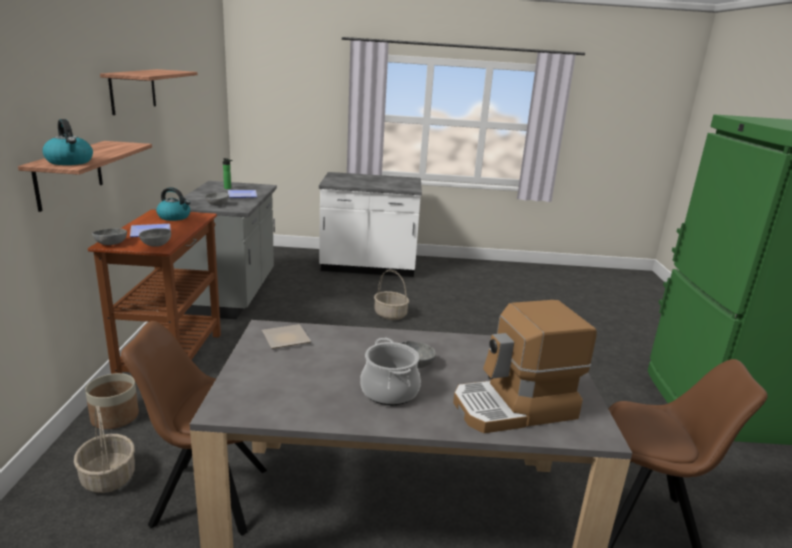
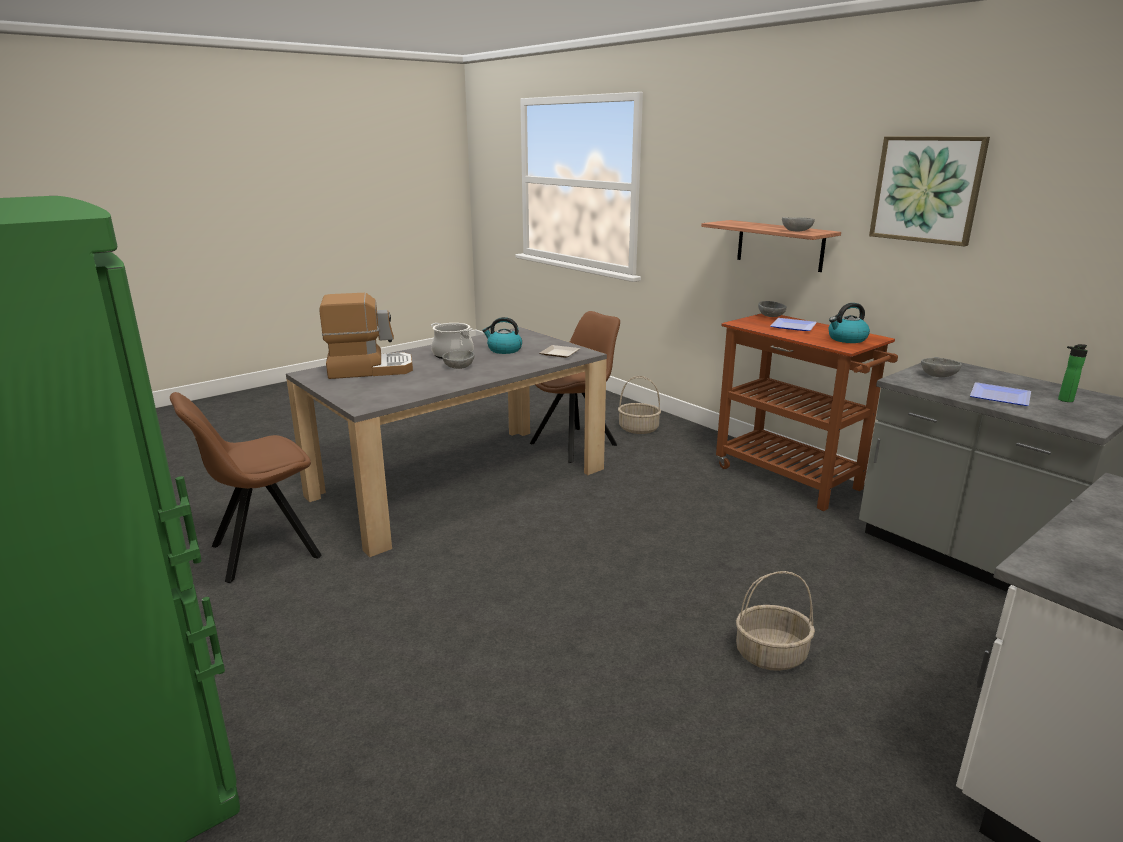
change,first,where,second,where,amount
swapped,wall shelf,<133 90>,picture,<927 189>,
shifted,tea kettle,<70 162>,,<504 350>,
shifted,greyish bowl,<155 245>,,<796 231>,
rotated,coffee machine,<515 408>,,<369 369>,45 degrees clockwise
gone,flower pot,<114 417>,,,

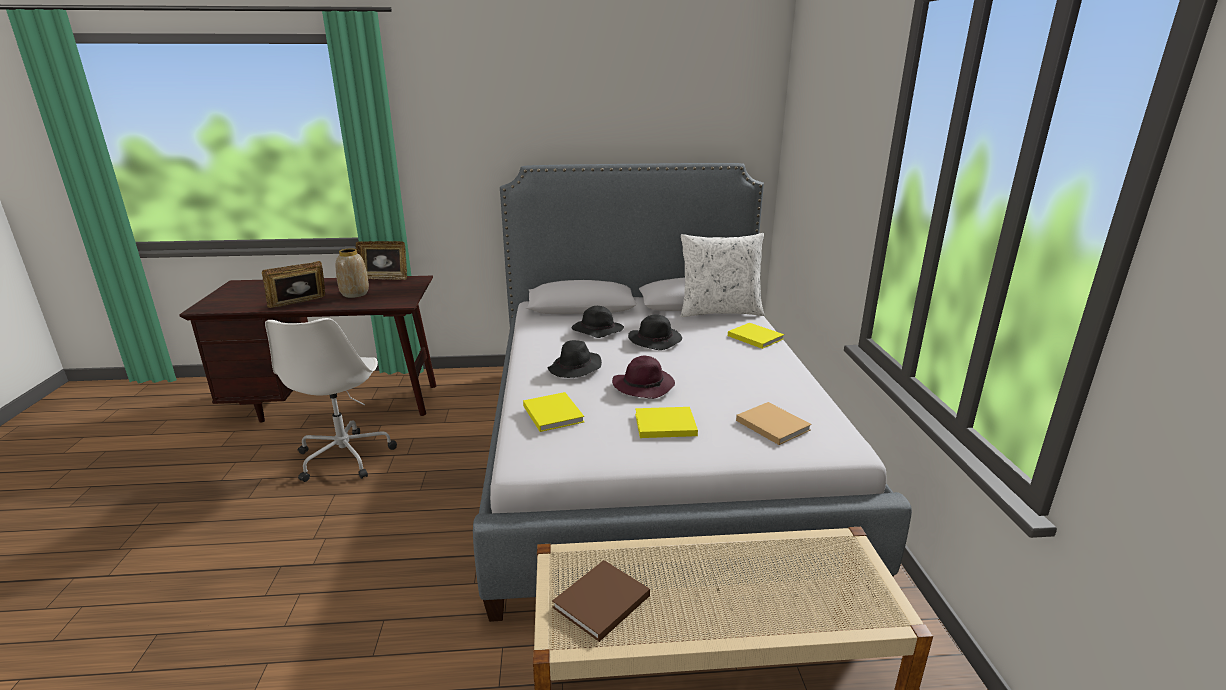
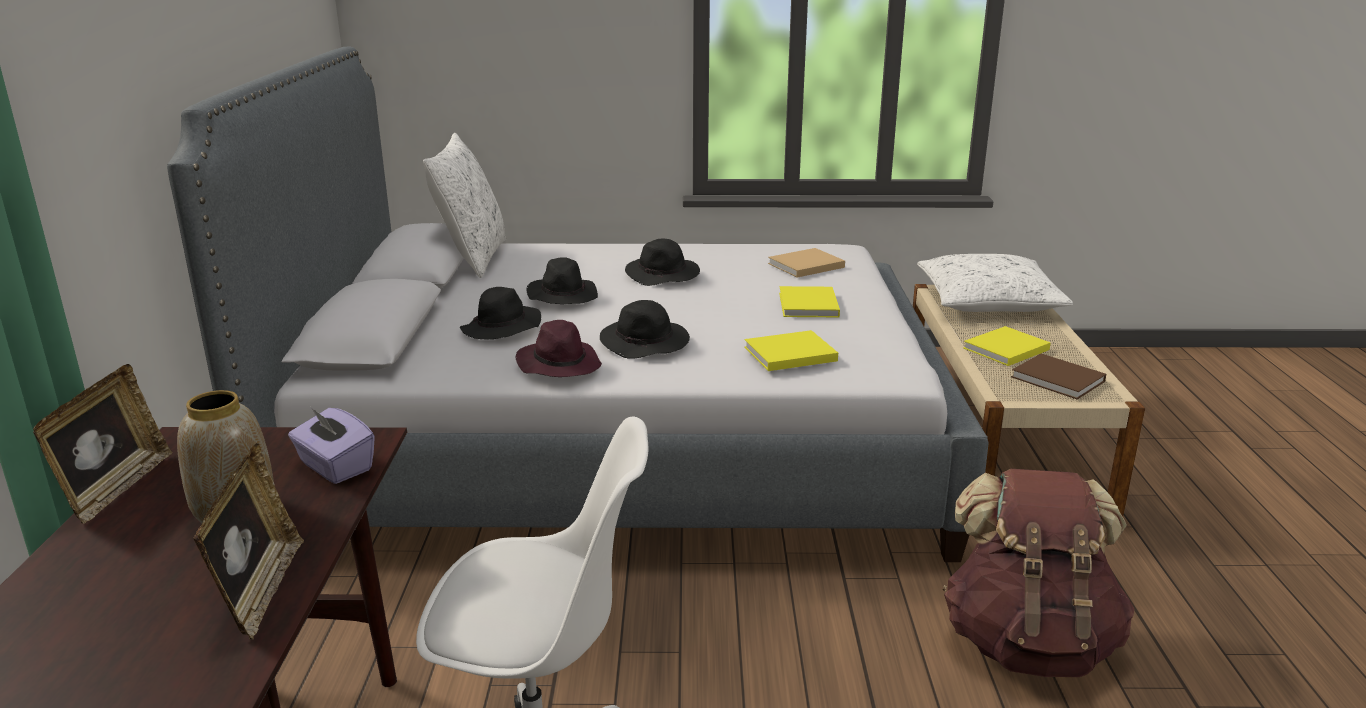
change,first,where,second,where,amount
rotated,photo frame,<299 304>,,<260 591>,150 degrees counterclockwise
shifted,yellowish volume,<754 337>,,<1004 349>,
shifted,purplish wearable hat,<644 386>,,<558 365>,
new,,,black wearable hat,<663 275>,
new,,,white-coloured cushion,<988 301>,
new,,,purplish tissue holder,<335 467>,
new,,,brown-coloured rucksack,<1028 642>,

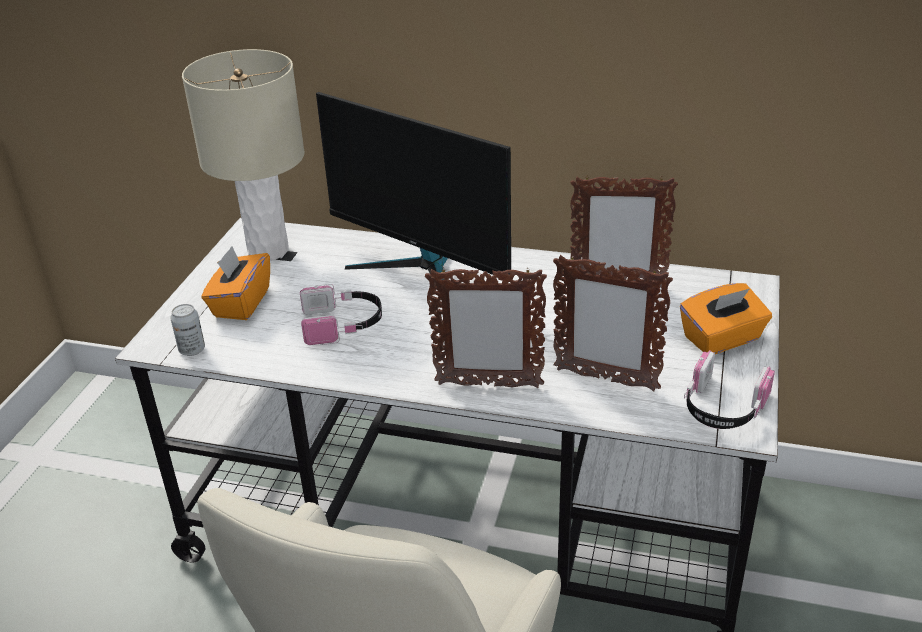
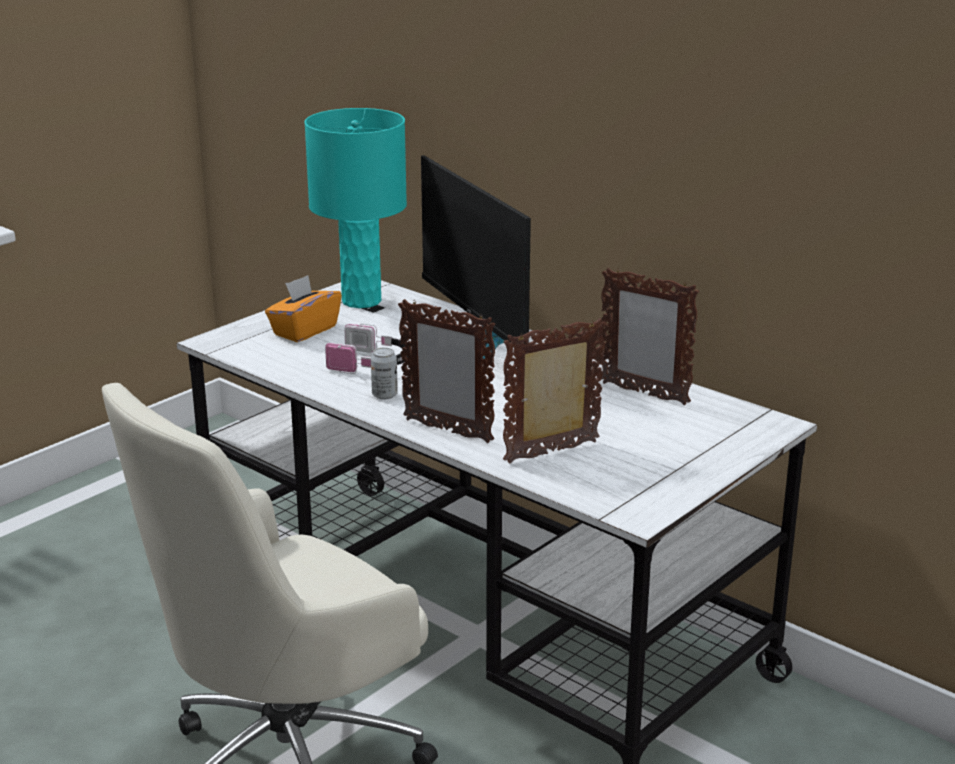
change,first,where,second,where,amount
repainted,beige-coloured lamp for a table,<269 250>,turquoise lamp for a table,<362 301>,
rotated,photo frame,<605 379>,,<553 452>,105 degrees clockwise
gone,orange-coloured tissue holder,<722 339>,,,
shifted,sealed can,<192 350>,,<384 395>,
gone,pair of headphones,<723 408>,,,

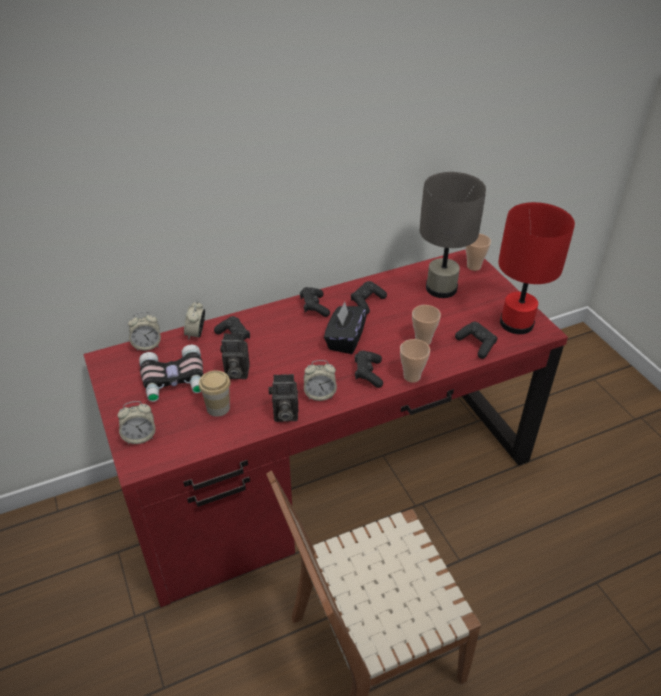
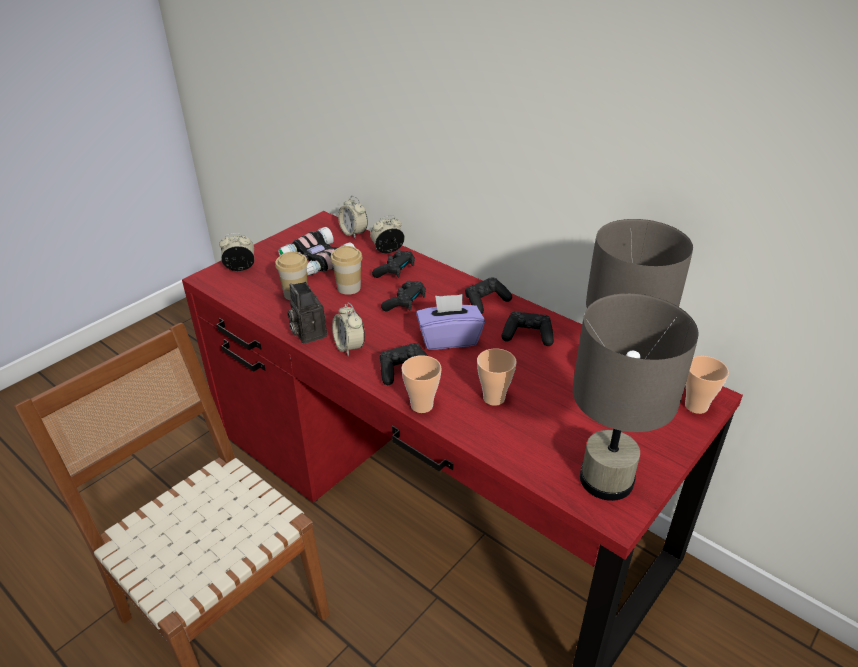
change,first,where,second,where,amount
repainted,red-coloured lamp for a table,<517 323>,greyish lamp for a table,<607 480>,
repainted,black tissue holder,<345 339>,purplish tissue holder,<449 339>,
shifted,black gamepad,<476 344>,,<405 304>,
swapped,photo camera,<235 372>,small cup,<349 288>,
rotated,bedside clock,<140 436>,,<240 268>,120 degrees clockwise

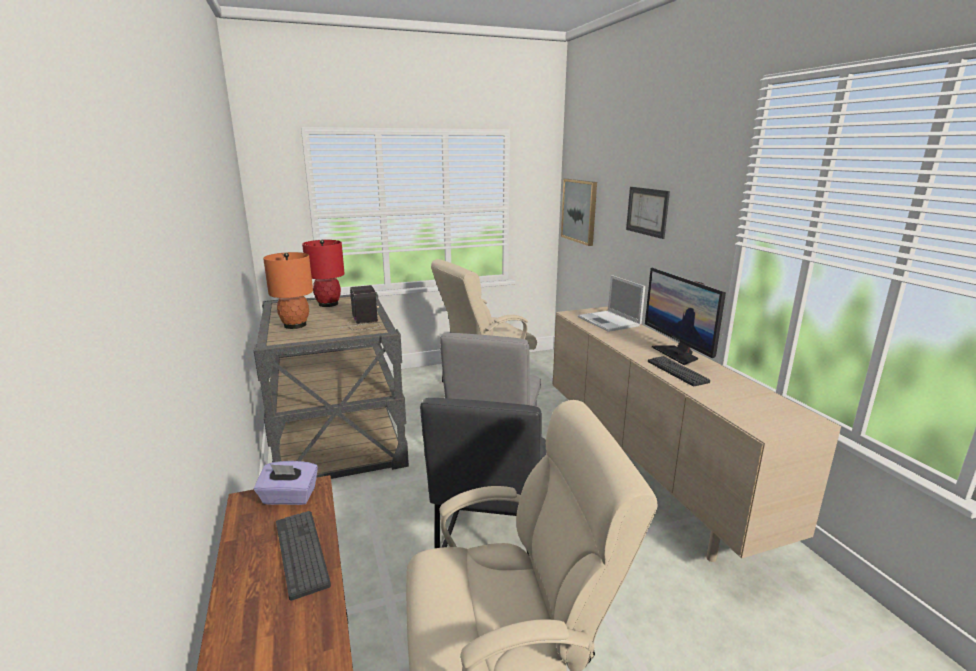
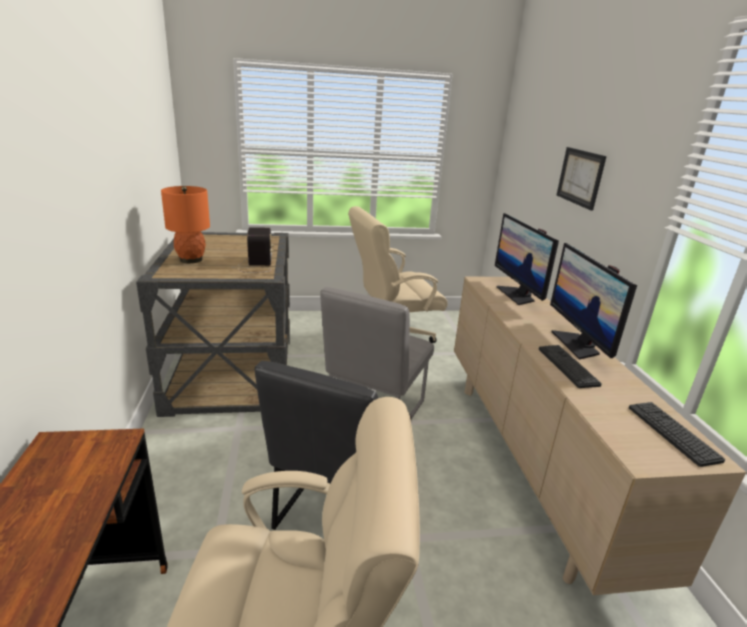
change,first,where,second,where,amount
gone,picture,<579 211>,,,
gone,red-coloured lamp for a table,<328 304>,,,
swapped,laptop,<609 322>,computer display,<517 295>,
gone,purplish tissue holder,<289 497>,,,
shifted,keyboard,<301 553>,,<672 433>,

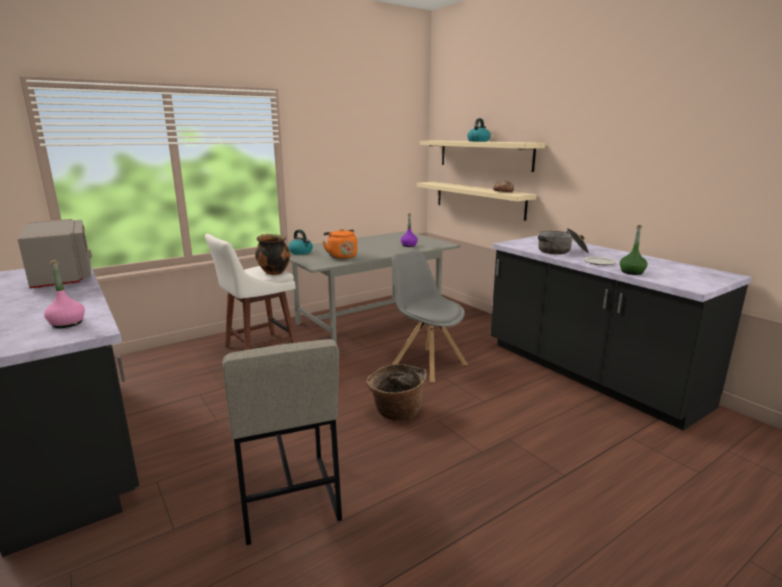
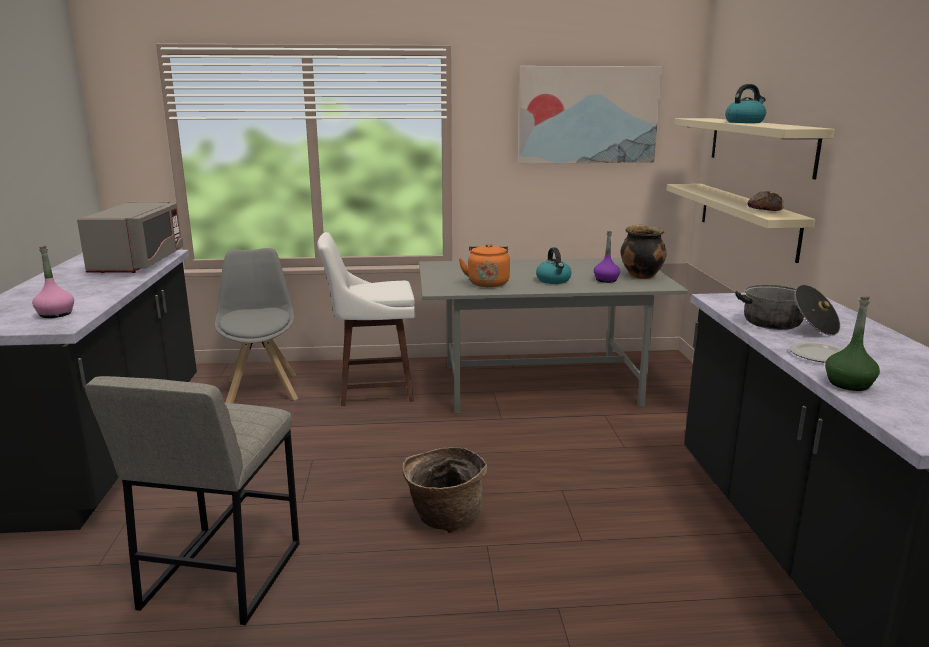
change,first,where,second,where,amount
shifted,tea kettle,<301 252>,,<553 280>,
shifted,saucepot,<273 272>,,<640 276>,
shifted,greyish plain chair,<426 363>,,<262 388>,
new,,,picture,<587 115>,

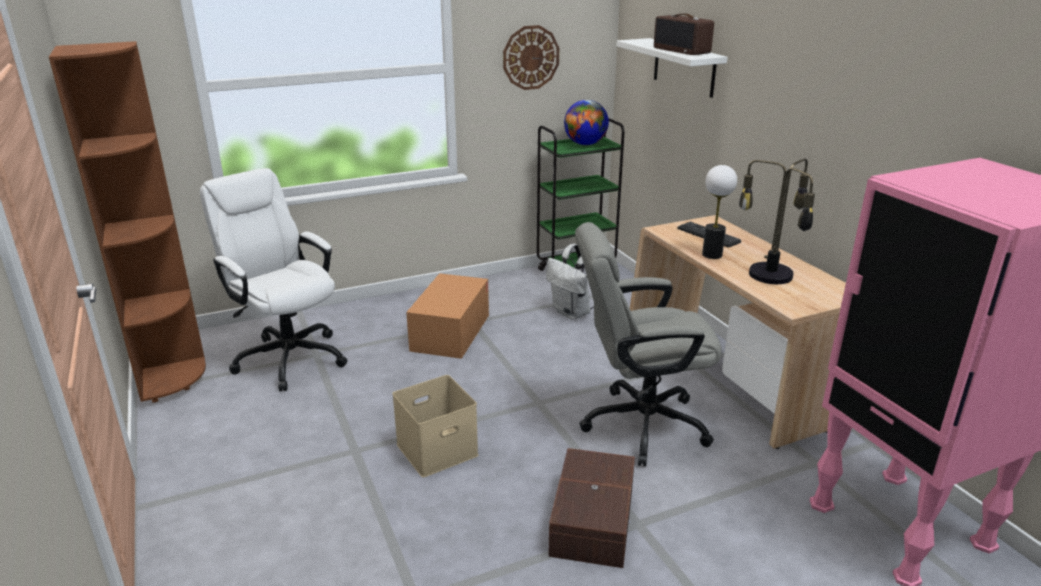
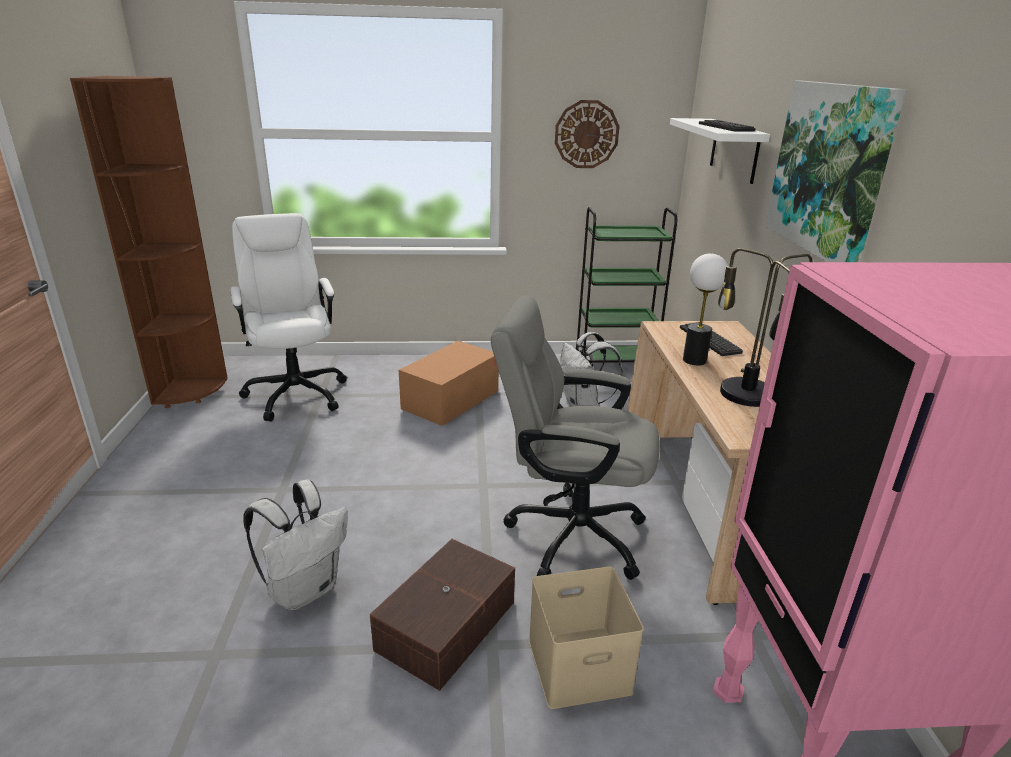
change,first,where,second,where,amount
swapped,radio receiver,<682 50>,keyboard,<725 127>,
gone,globe,<585 144>,,,
shifted,beige-coloured storage bin,<437 448>,,<580 663>,
new,,,picture,<829 170>,
new,,,white-coloured rucksack,<305 589>,

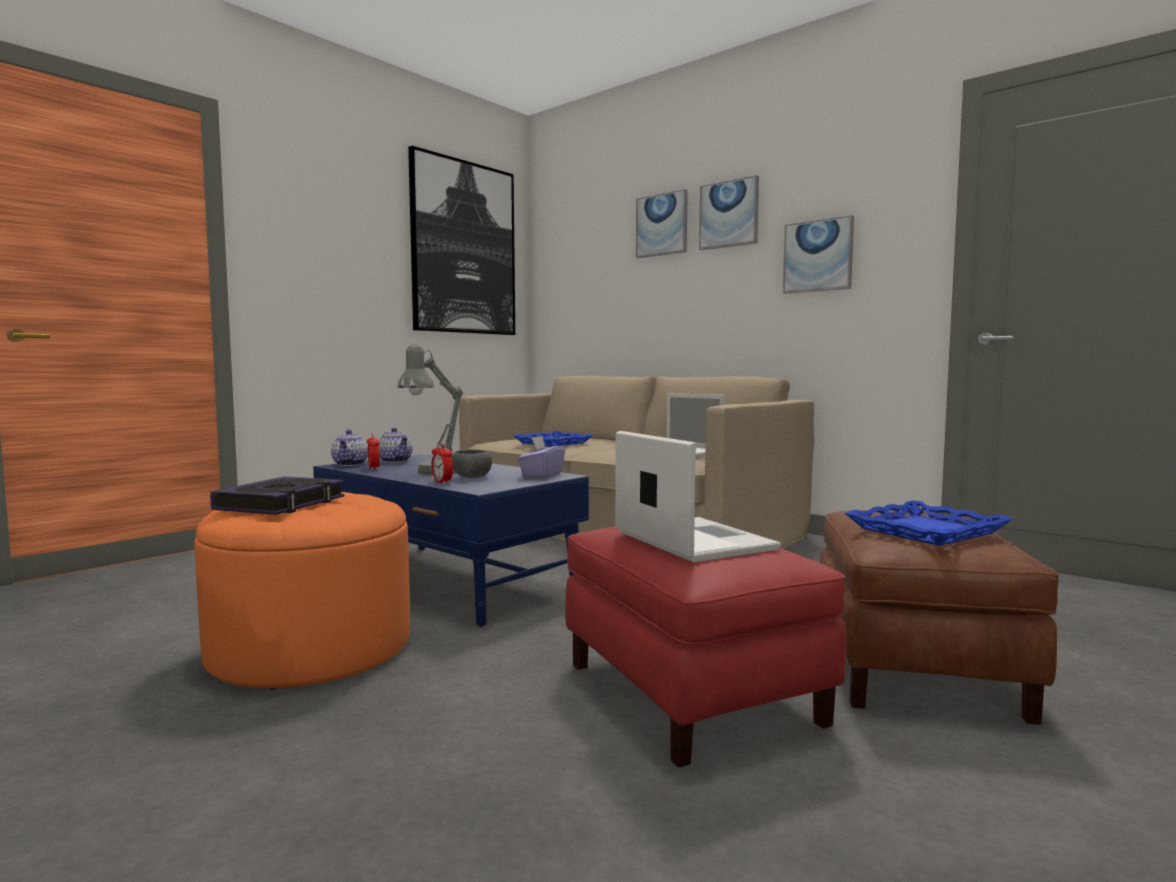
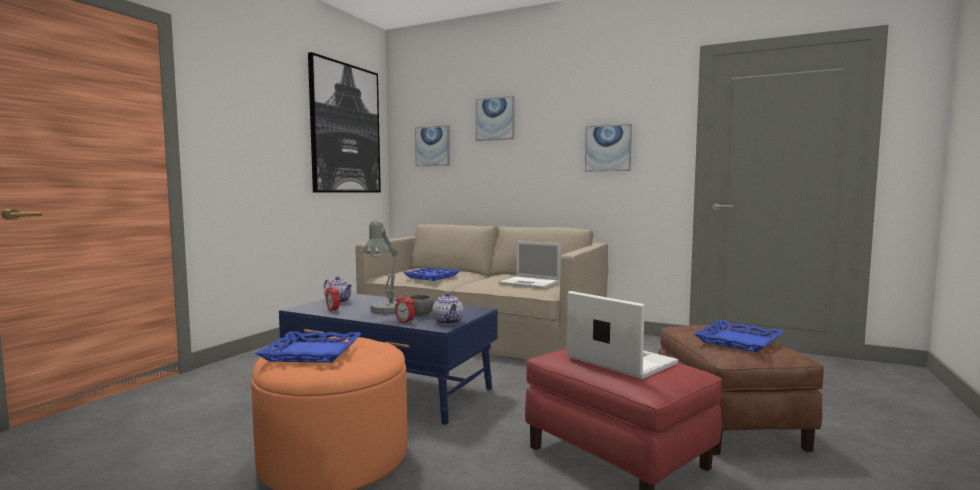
change,first,where,second,where,amount
shifted,picture,<729 214>,,<433 146>,
shifted,teapot,<350 464>,,<448 322>,
gone,purplish tissue holder,<541 475>,,,
swapped,volume,<281 504>,bluish carrying tray,<312 352>,

